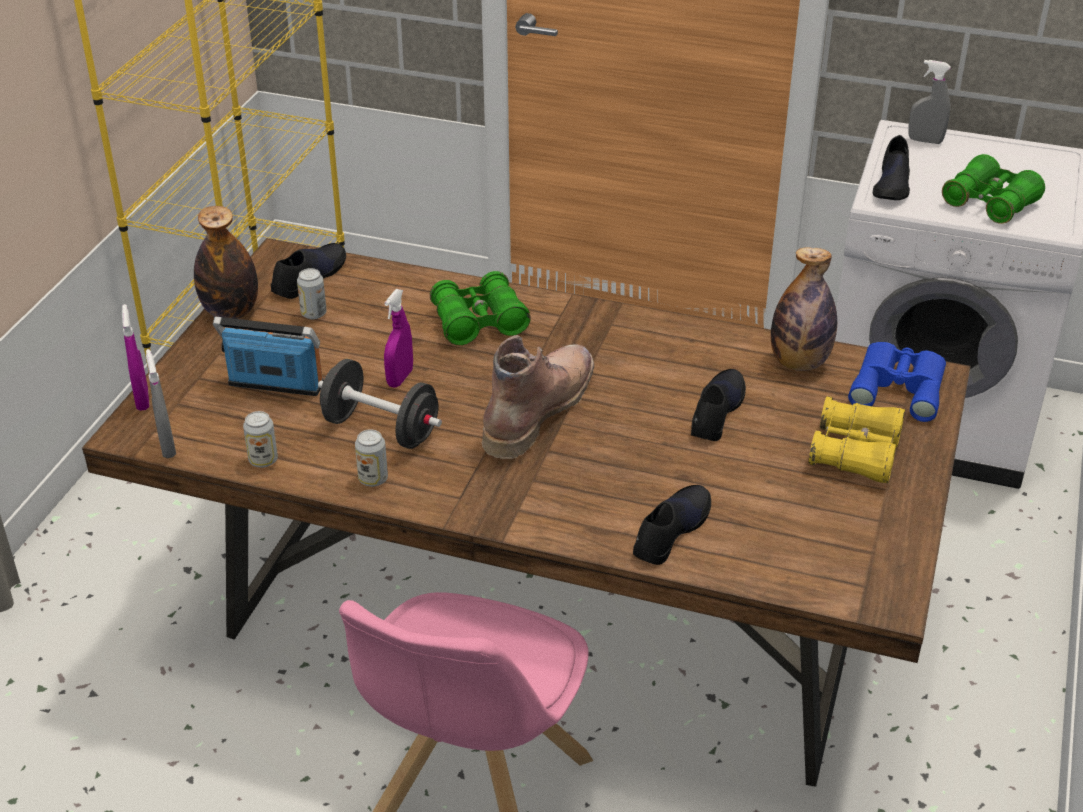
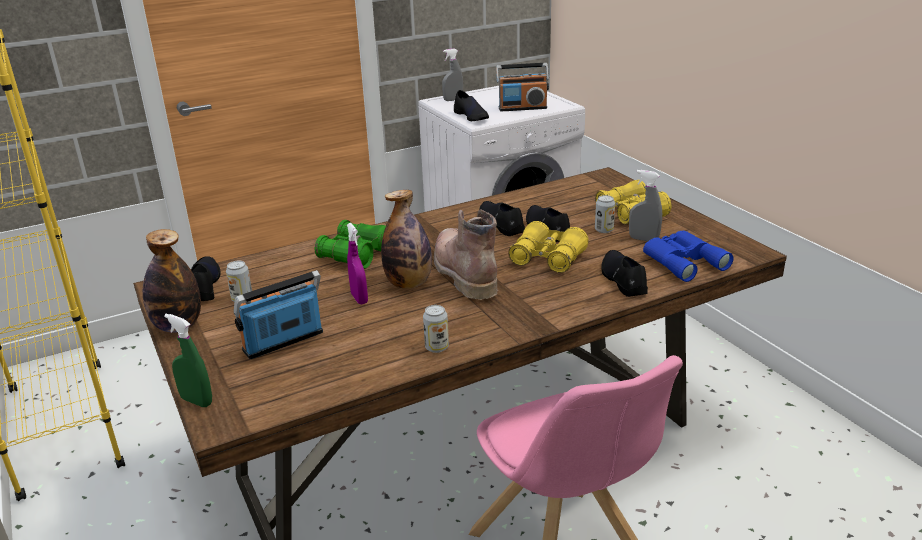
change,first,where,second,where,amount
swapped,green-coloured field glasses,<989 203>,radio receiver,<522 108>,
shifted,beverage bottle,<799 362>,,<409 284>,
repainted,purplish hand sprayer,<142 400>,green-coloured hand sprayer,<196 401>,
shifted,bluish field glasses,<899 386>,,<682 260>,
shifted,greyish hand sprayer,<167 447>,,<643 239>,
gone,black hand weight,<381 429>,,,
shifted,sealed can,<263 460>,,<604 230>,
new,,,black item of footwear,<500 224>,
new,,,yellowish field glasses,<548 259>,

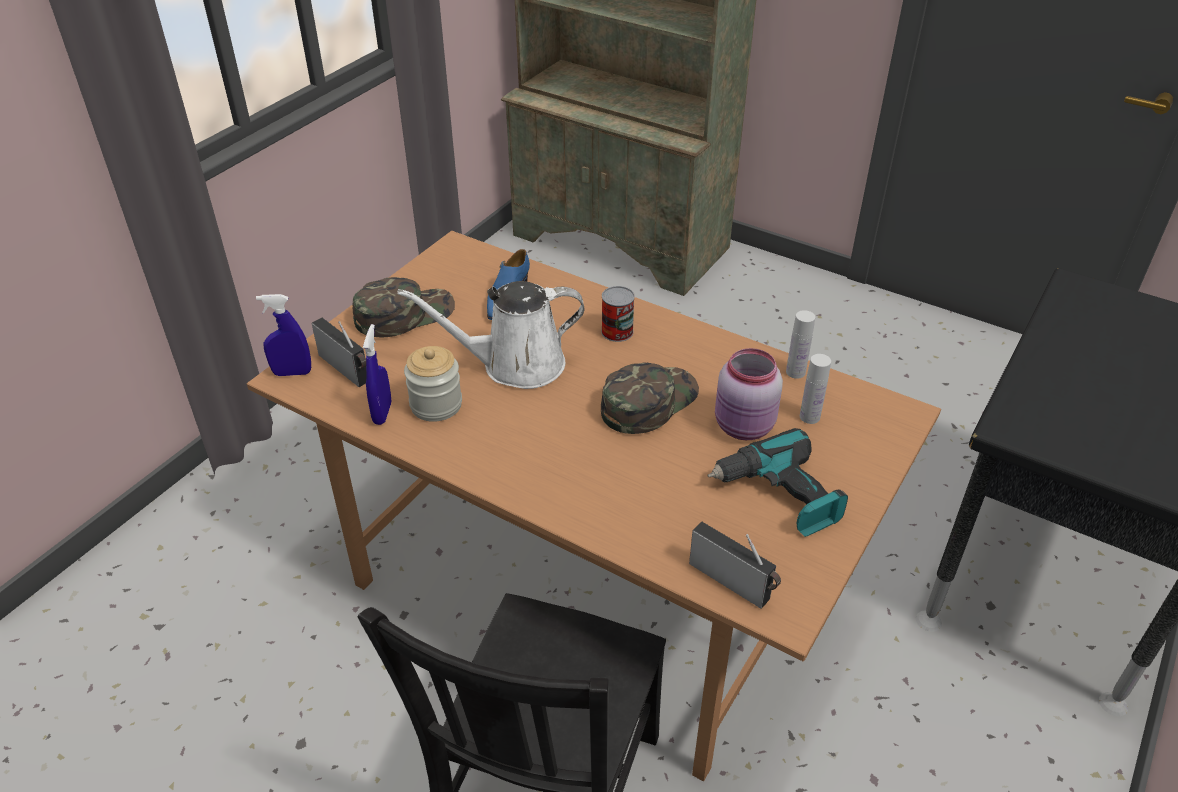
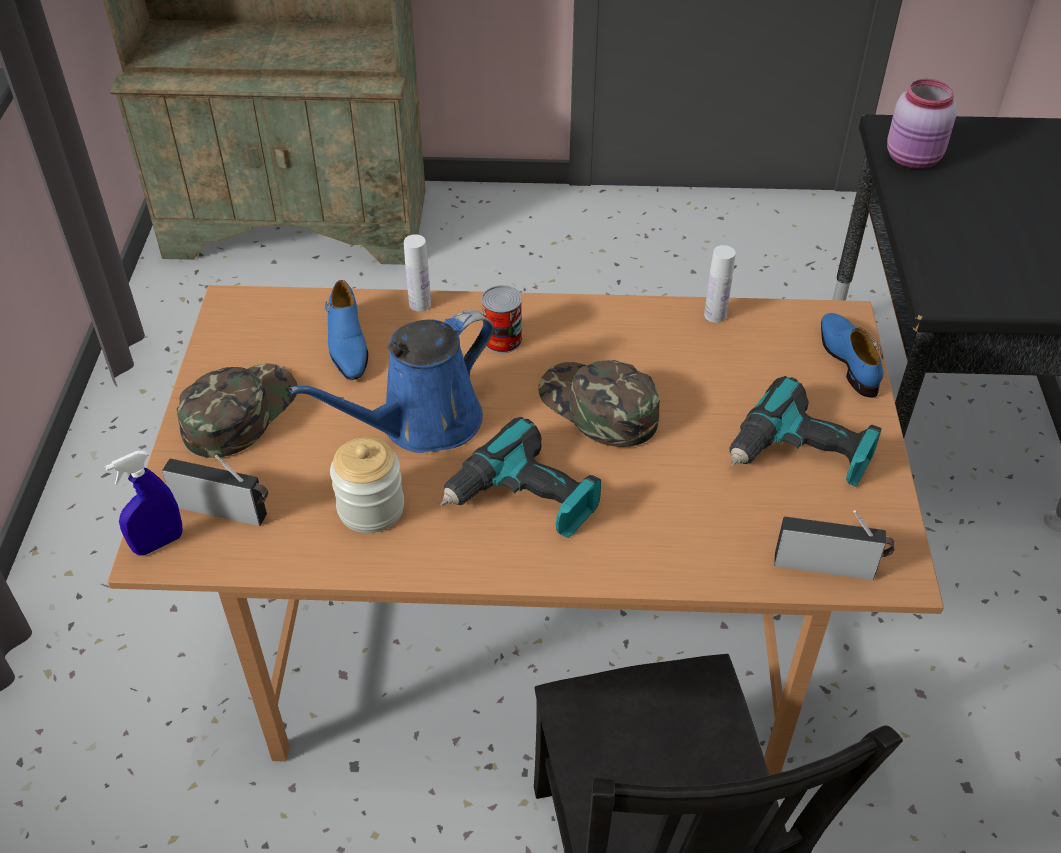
change,first,where,second,where,amount
repainted,white-coloured watering pot,<515 365>,bluish watering pot,<422 423>,
gone,bluish hand sprayer,<382 413>,,,
shifted,pink preserve jar,<744 427>,,<914 159>,
shifted,white-coloured beverage bottle,<809 417>,,<420 304>,
rotated,green-coloured baseball cap,<648 401>,,<597 407>,60 degrees counterclockwise
new,,,bluish item of footwear,<848 359>,
new,,,drill,<524 500>,

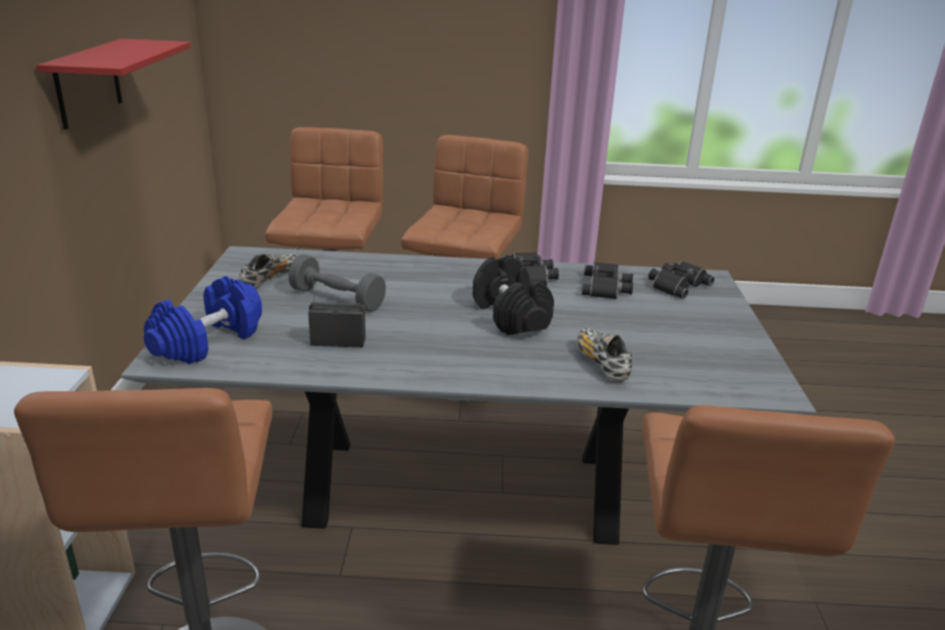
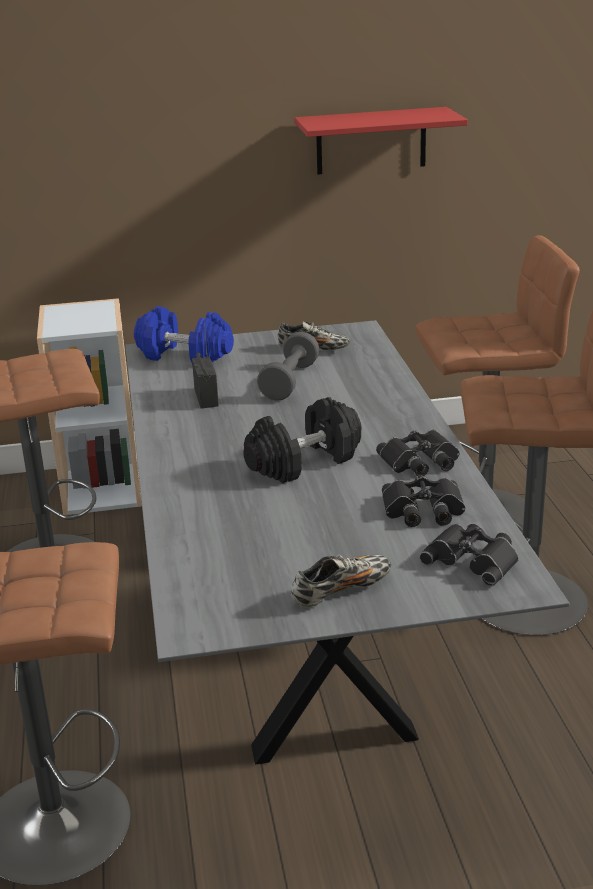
change,first,where,second,where,amount
shifted,item of footwear,<601 363>,,<341 590>,

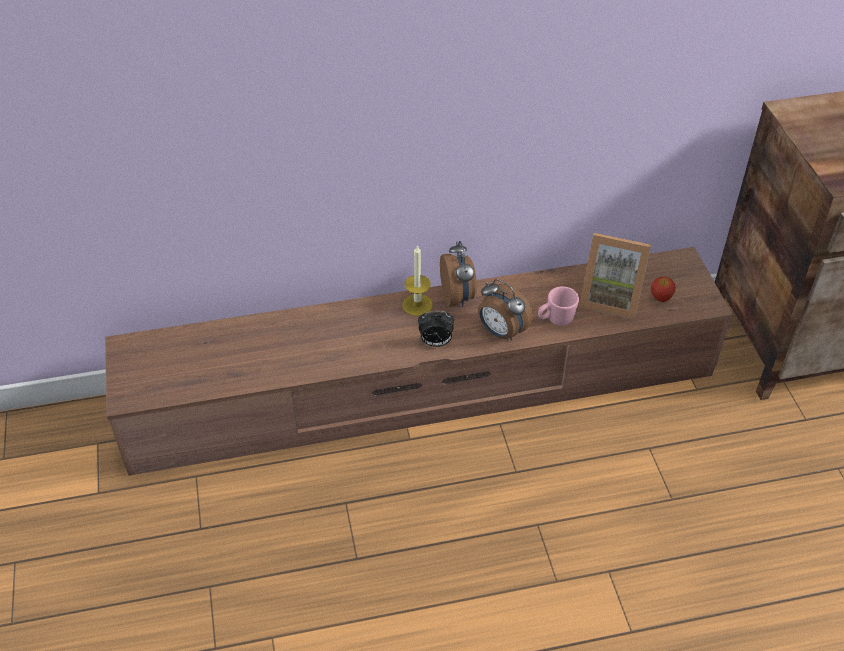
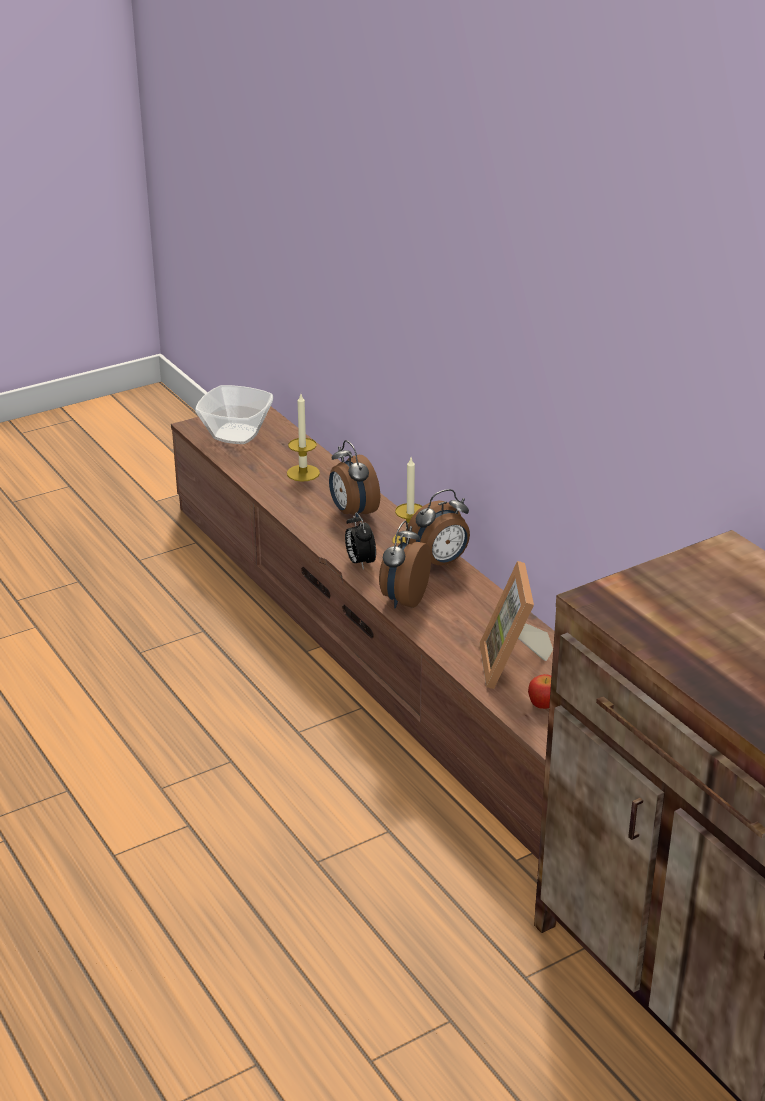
change,first,where,second,where,amount
gone,pink mug,<555 320>,,,
new,,,bowl,<235 434>,
new,,,wax candle,<303 473>,
new,,,bedside clock,<352 513>,

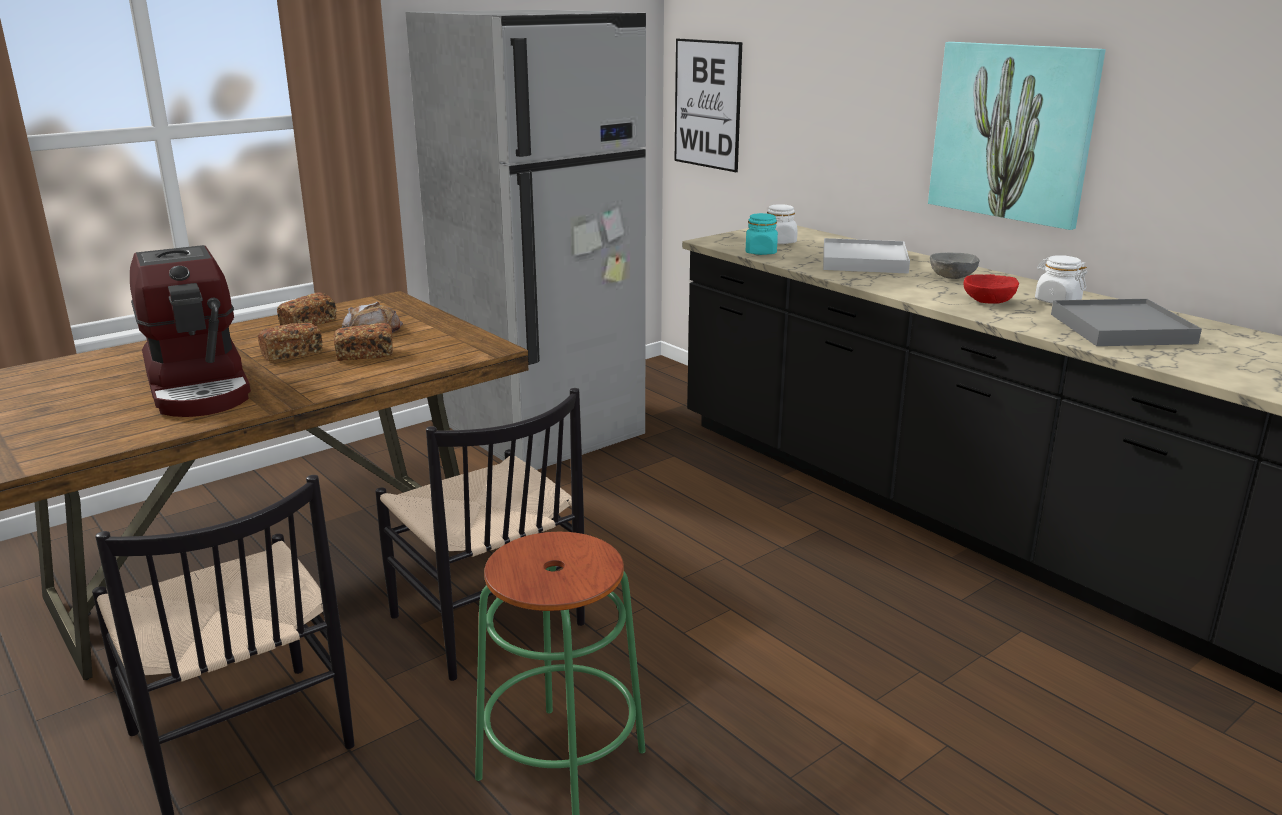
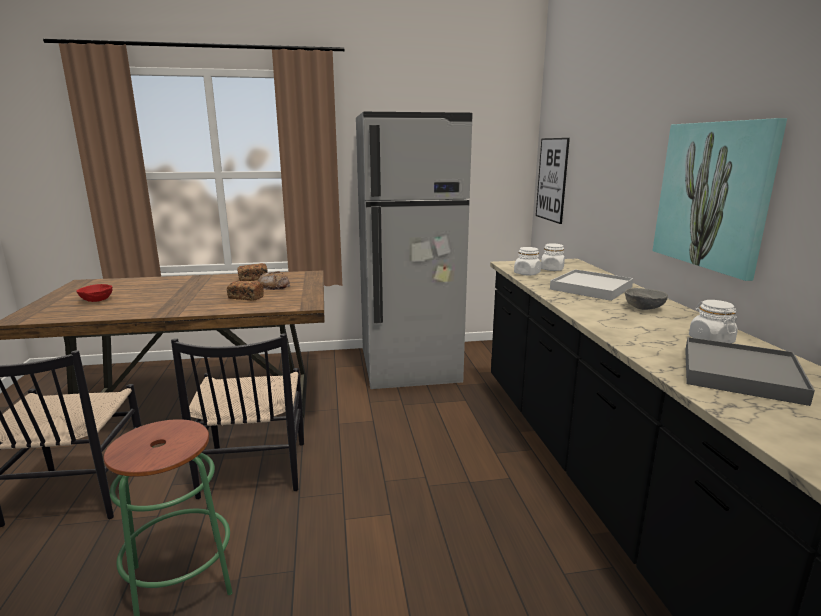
change,first,where,second,where,amount
repainted,turquoise preserve jar,<761 252>,white-coloured preserve jar,<527 273>,
gone,coffee machine,<200 388>,,,
shifted,red-coloured bowl,<988 301>,,<97 300>,
gone,baked bread,<292 353>,,,

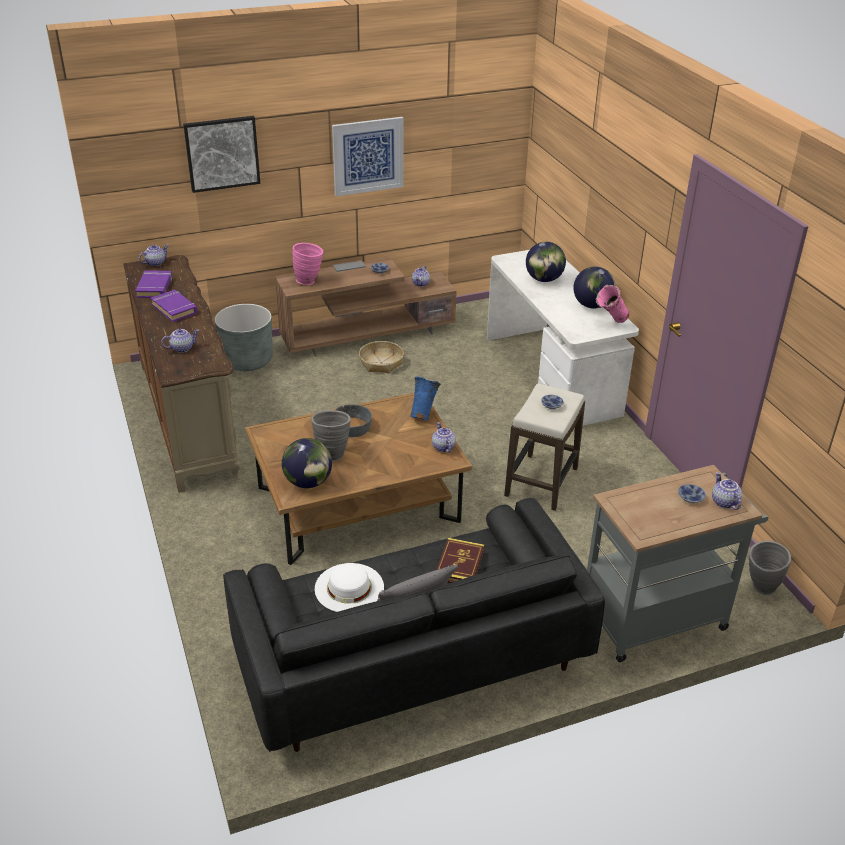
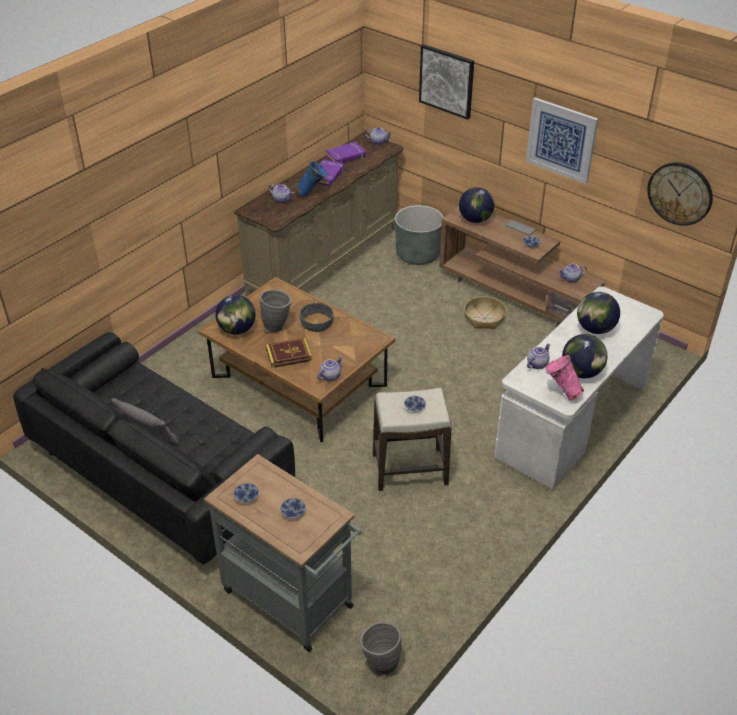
change,first,where,second,where,amount
swapped,pink flower vase,<309 281>,globe,<475 219>,
shifted,bluish flower vase,<424 414>,,<312 194>,
shifted,teapot,<723 502>,,<537 364>,
shifted,volume,<459 565>,,<288 355>,
gone,white-coloured wearable hat,<349 588>,,,
new,,,hanging clock,<680 193>,
new,,,bowl,<246 496>,

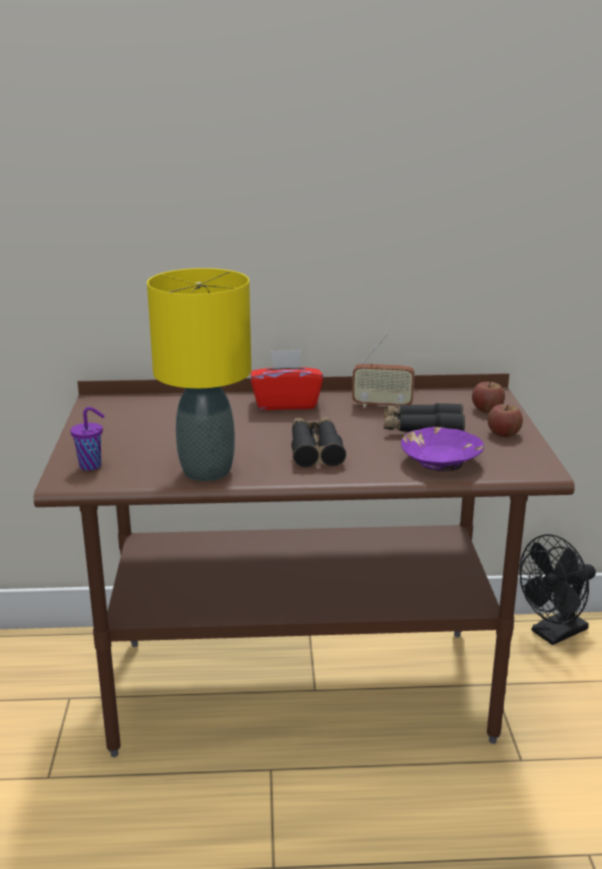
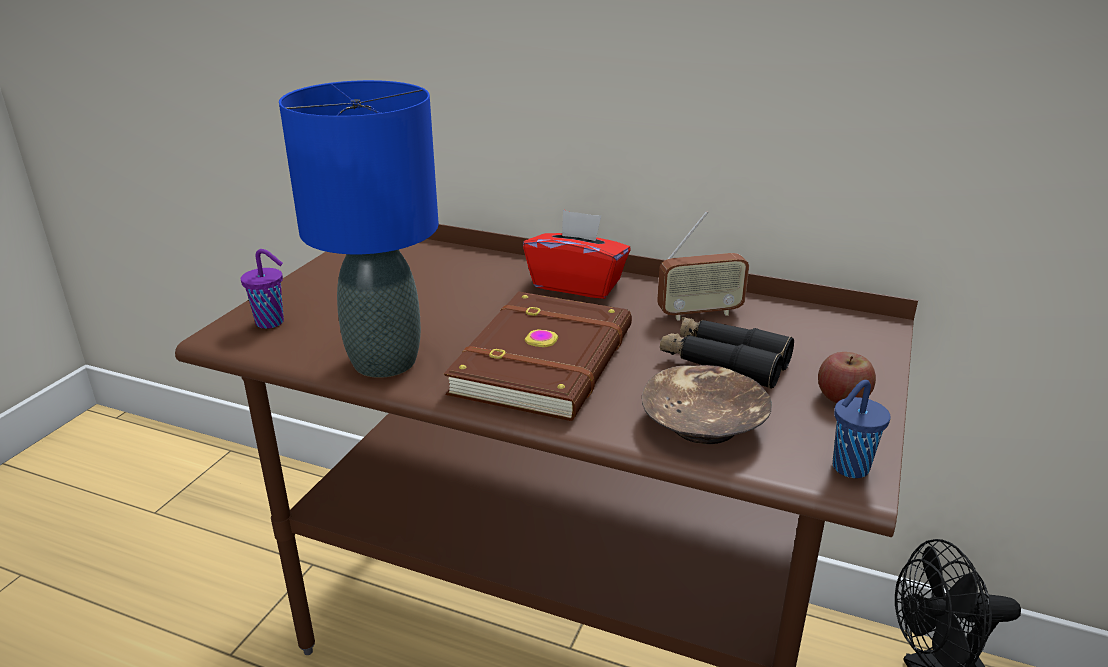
change,first,where,second,where,amount
repainted,yellowish lamp for a table,<207 472>,bluish lamp for a table,<384 362>,
rotated,radio receiver,<382 405>,,<699 313>,45 degrees counterclockwise
gone,apple fruit,<487 409>,,,
swapped,black field glasses,<315 449>,brown-coloured volume,<548 361>,
repainted,purplish bowl,<441 461>,brown-coloured bowl,<704 423>,
new,,,bluish small cup,<848 468>,

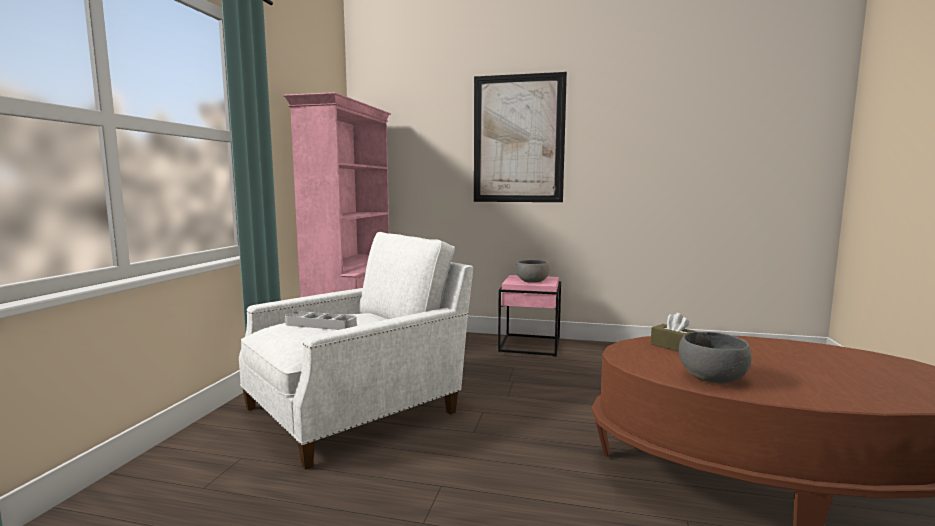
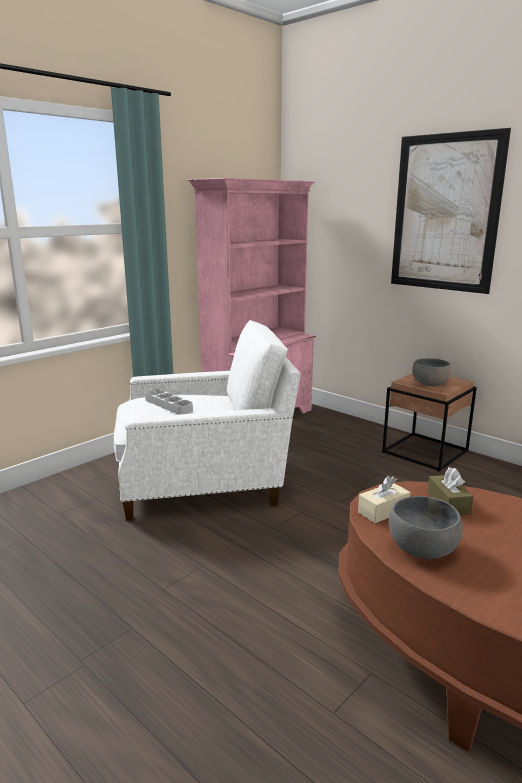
change,first,where,second,where,amount
repainted,pink accent table,<530 345>,brown-coloured accent table,<426 452>,
new,,,beige-coloured tissue holder,<383 511>,

